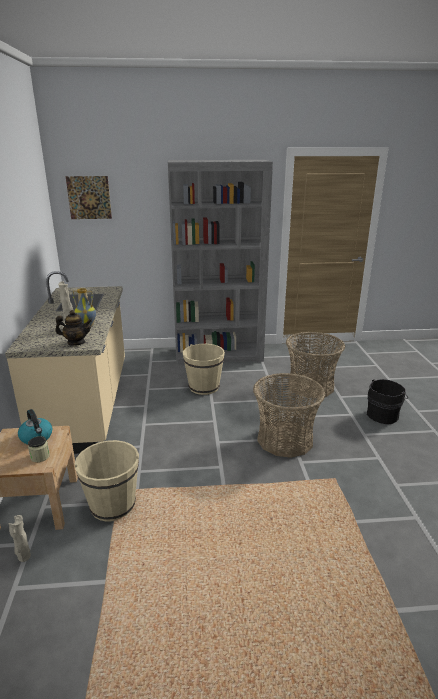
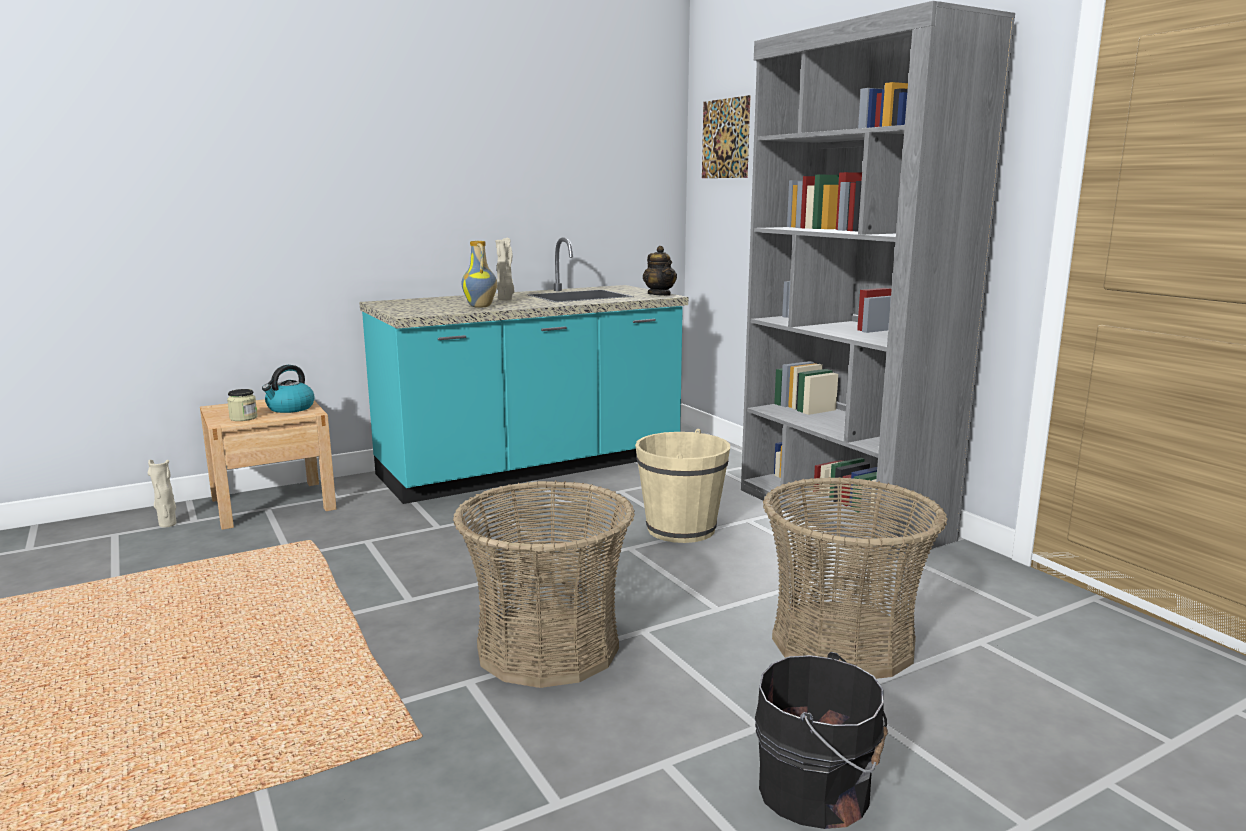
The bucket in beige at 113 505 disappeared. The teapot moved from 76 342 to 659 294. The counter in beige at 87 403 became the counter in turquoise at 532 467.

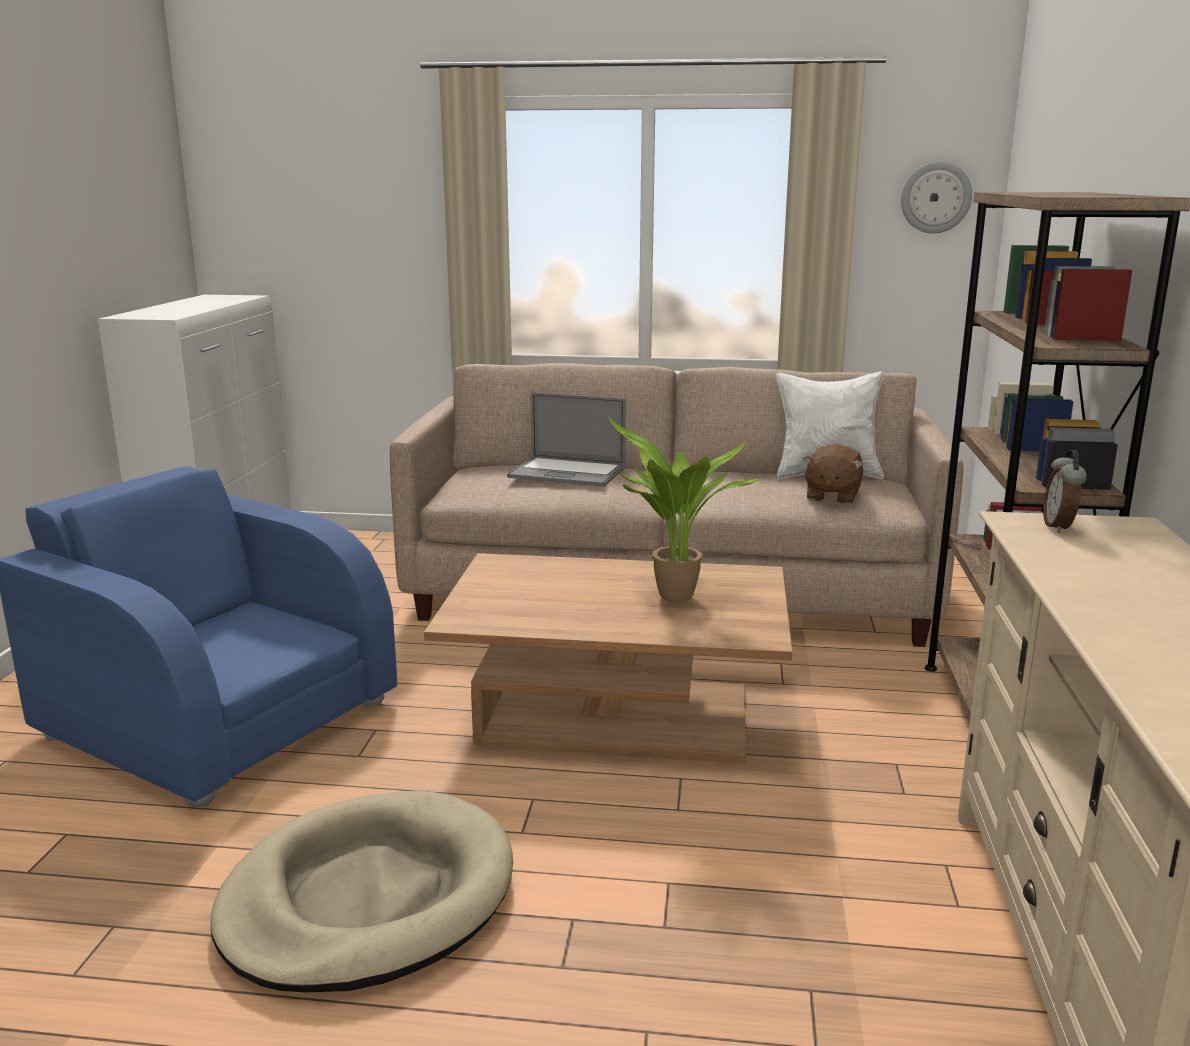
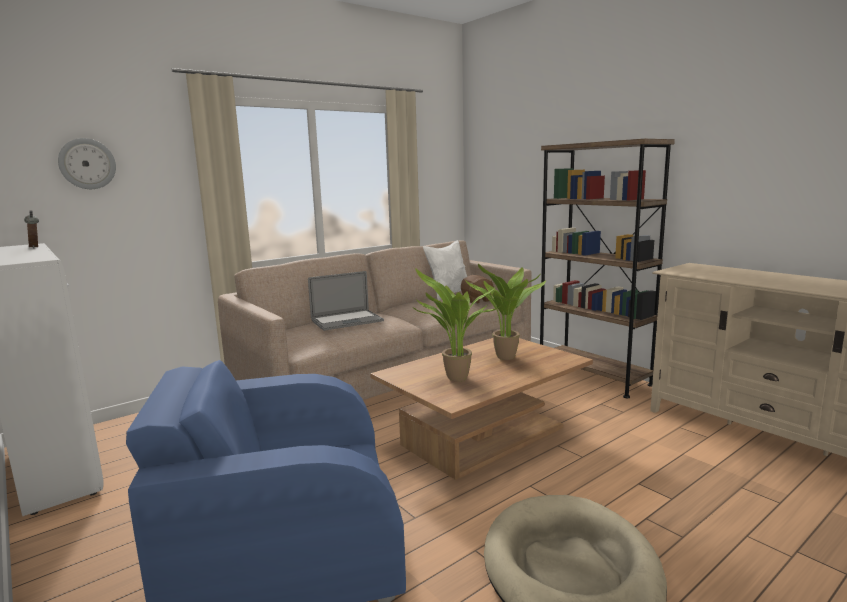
The potted plant at 454 379 appeared. The wall clock moved from 936 197 to 87 164. The alarm clock moved from 1059 527 to 36 247.

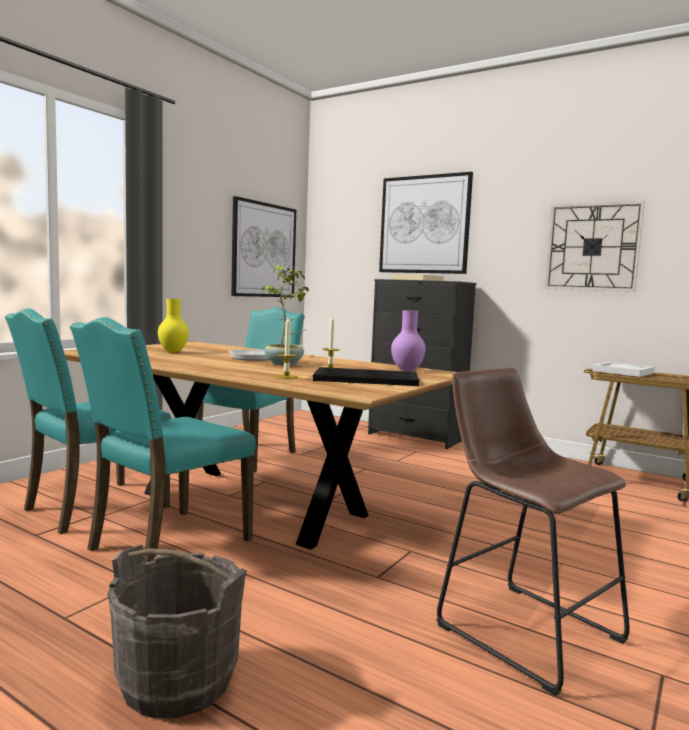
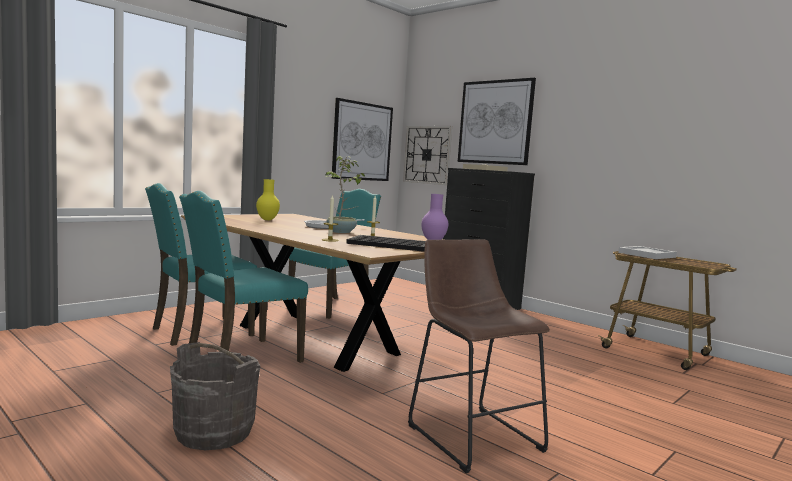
The wall clock moved from 592 247 to 427 155.

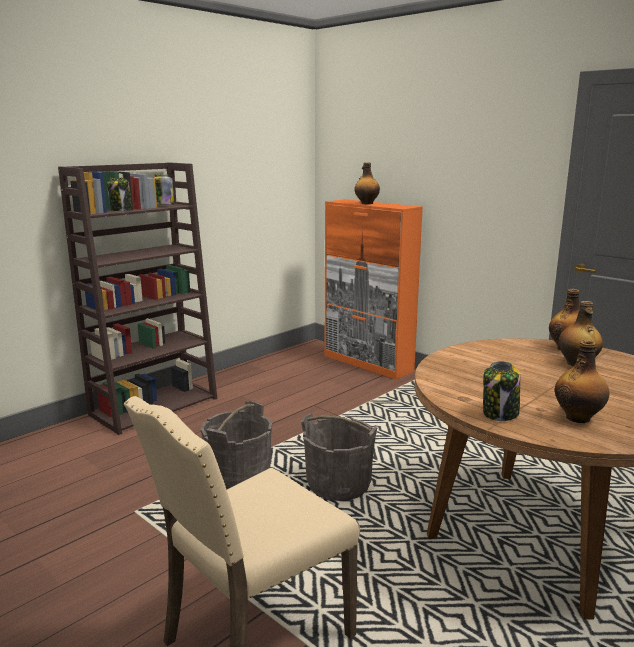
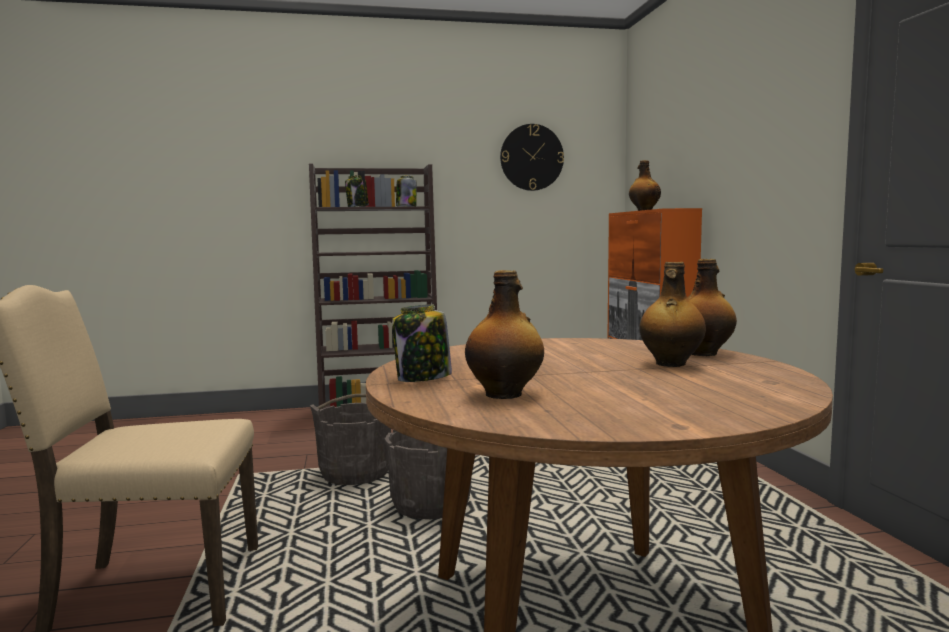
The wall clock at 531 157 appeared.

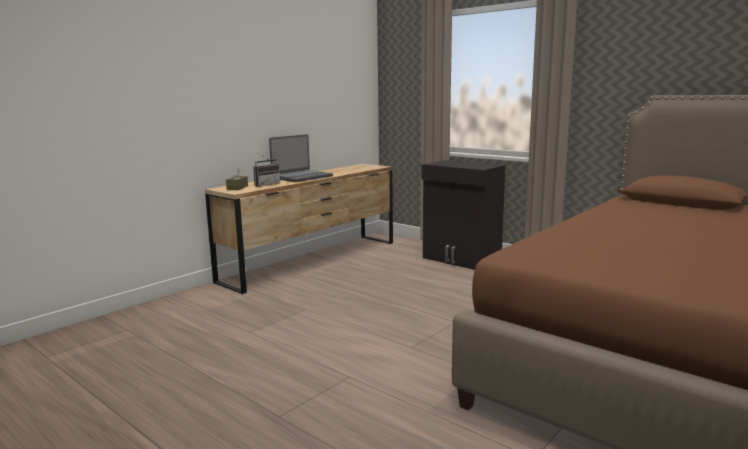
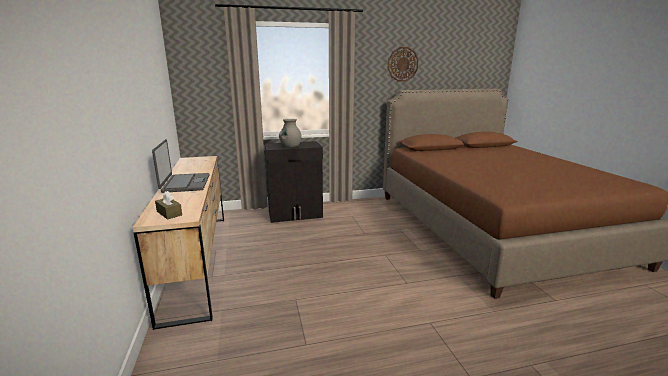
The radio at 266 185 disappeared. The vase in grey at 290 146 appeared. The wall clock at 402 64 appeared.

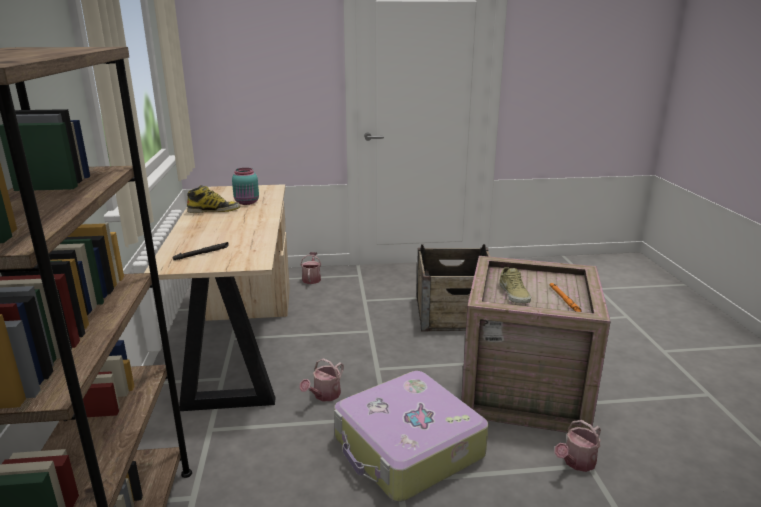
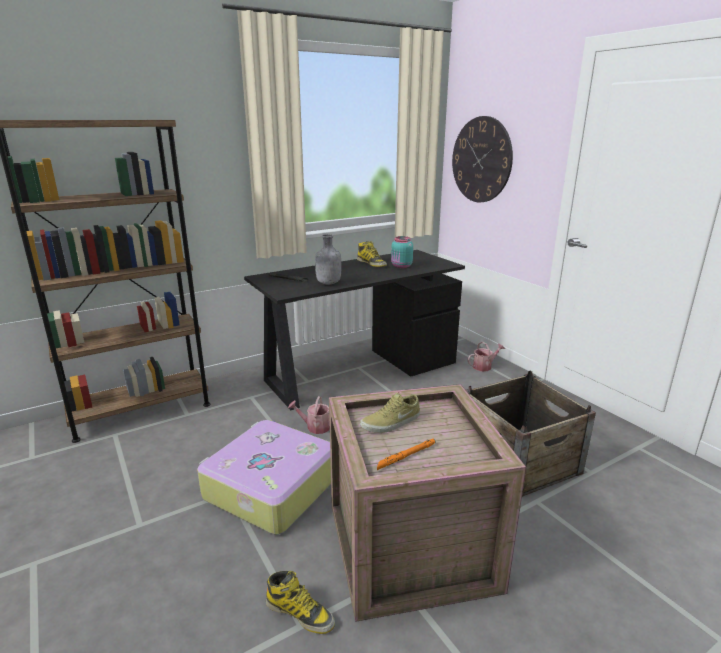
The bottle in grey at 328 283 appeared. The wall clock at 481 160 appeared. The watering can at 576 462 was replaced by the boot at 300 613. The desk in beige at 240 341 became the desk in black at 358 371.

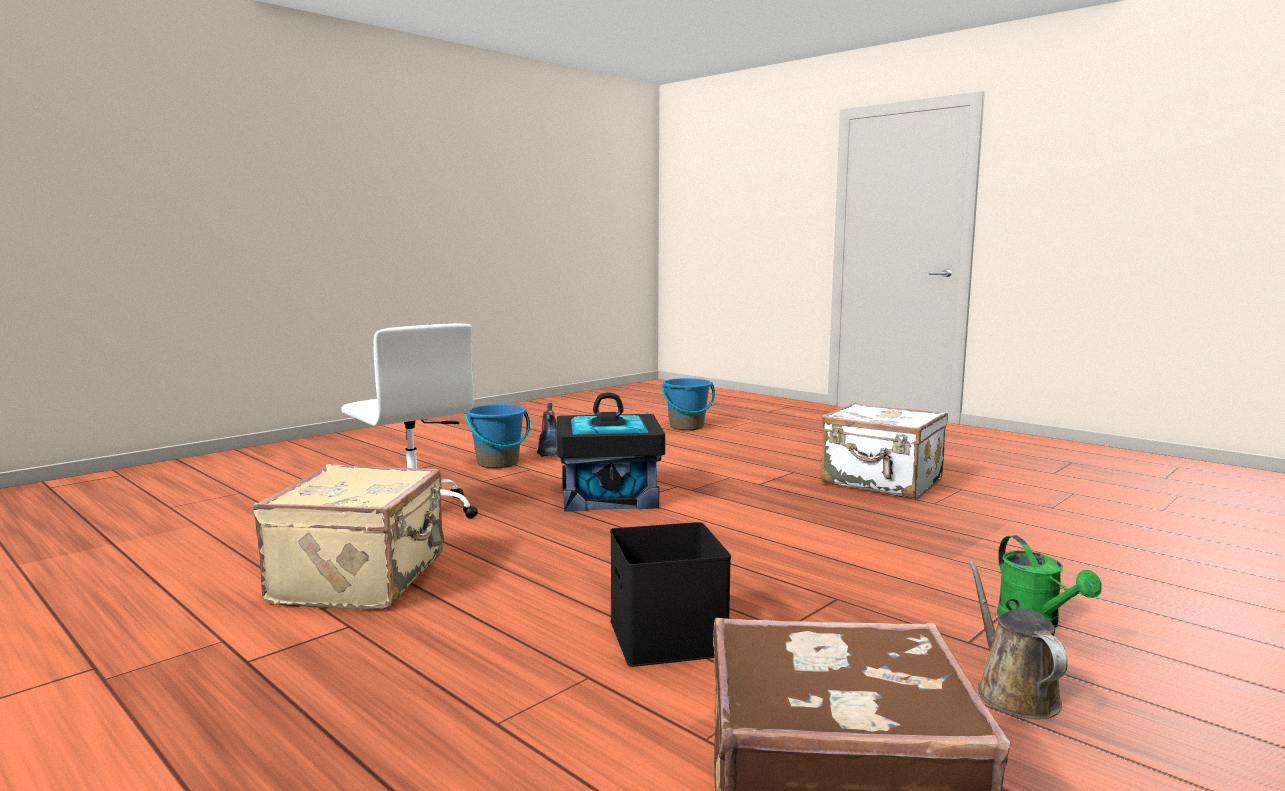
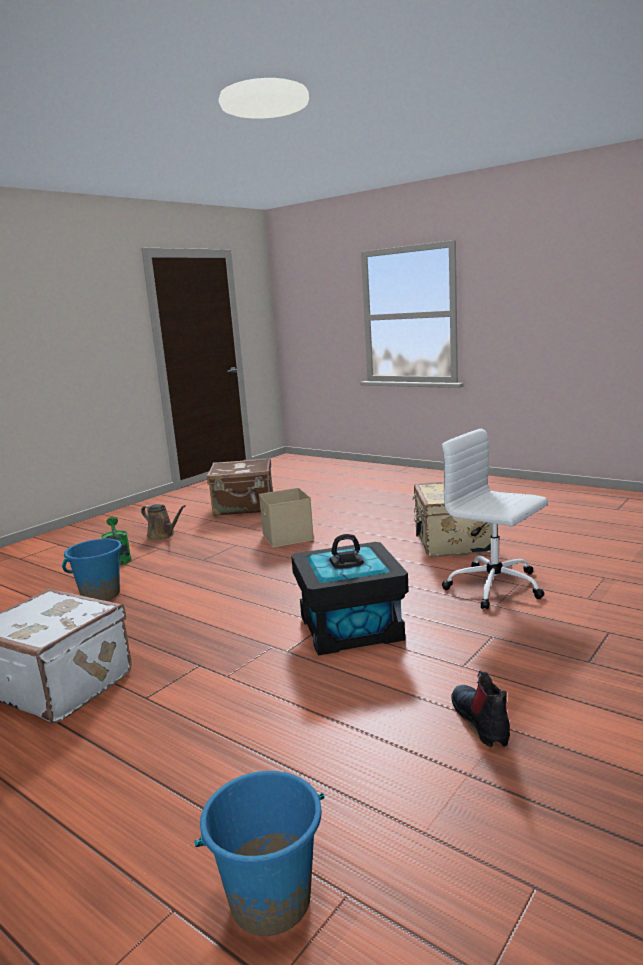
The bucket in blue moved from 498 463 to 100 595. The storage box in black at 670 638 became the storage box in beige at 286 537. The watering can in brown at 1013 692 turned 45 degrees counterclockwise.

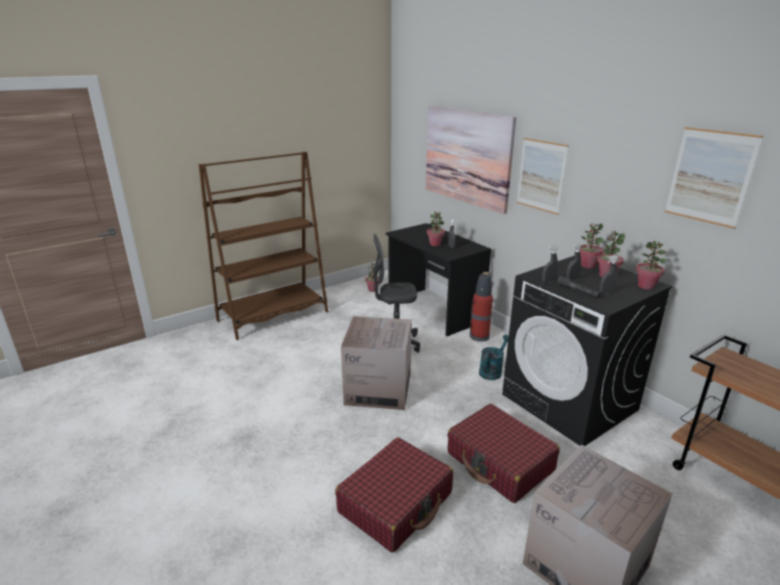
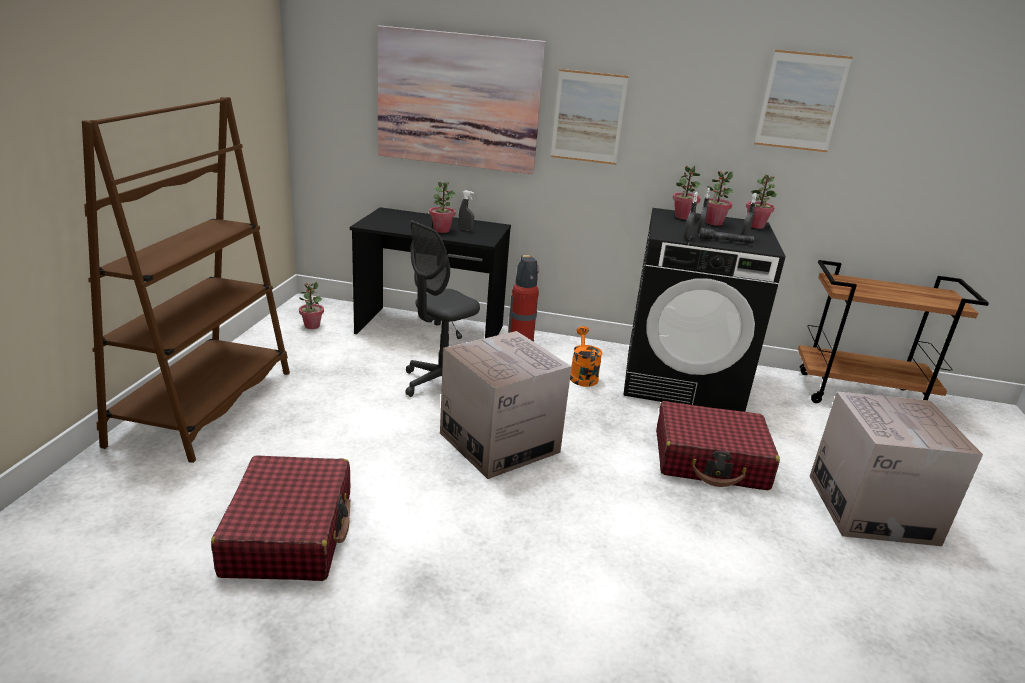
The suitcase in red moved from 396 503 to 290 533. The watering can in turquoise at 492 371 became the watering can in orange at 582 375.

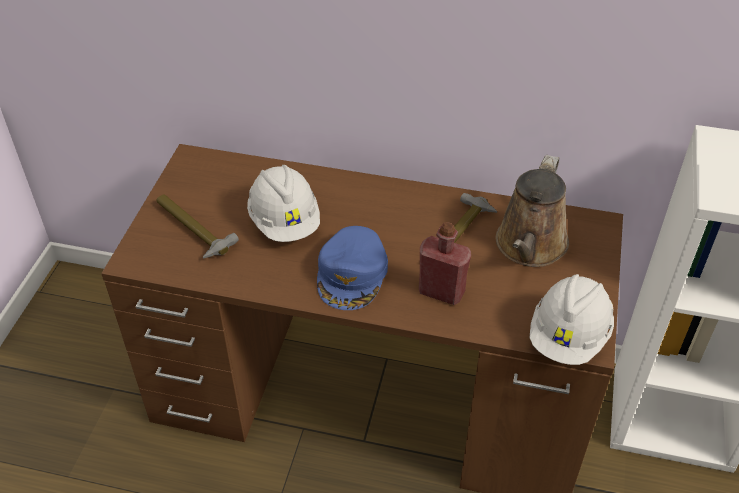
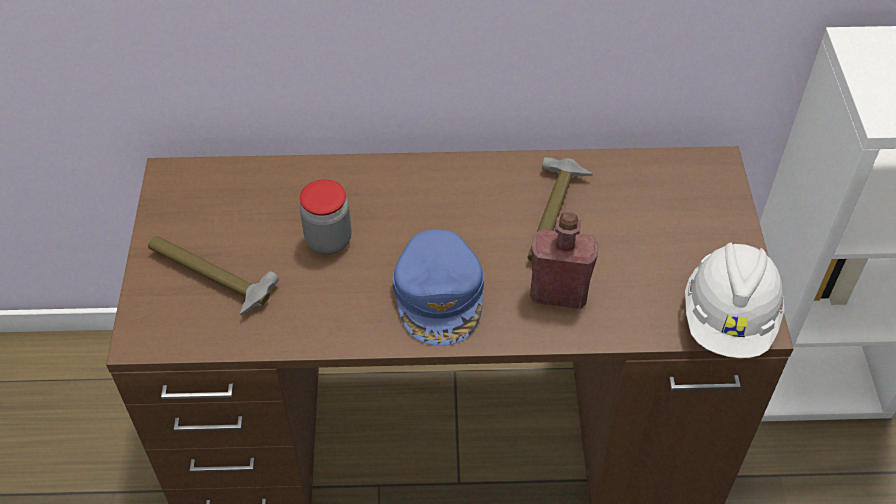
The watering can in brown at 529 247 disappeared. The hard hat in white at 285 222 was replaced by the jar at 328 240.

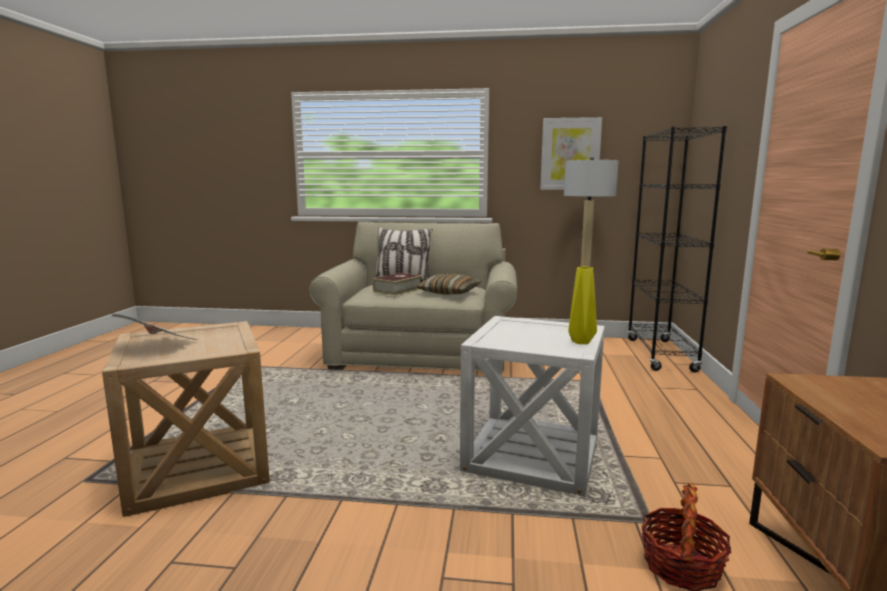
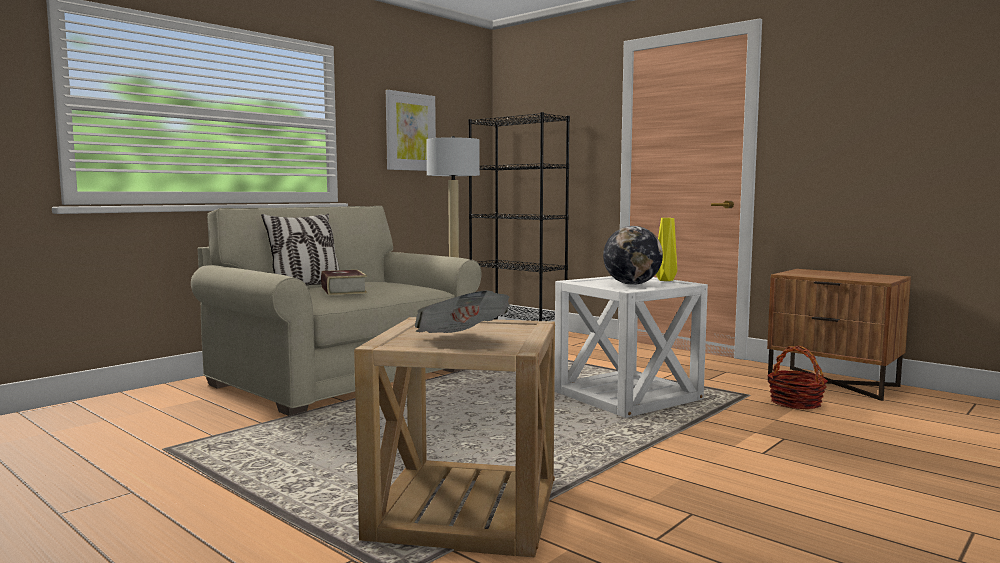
The pillow at 449 292 disappeared. The globe at 632 284 appeared.

